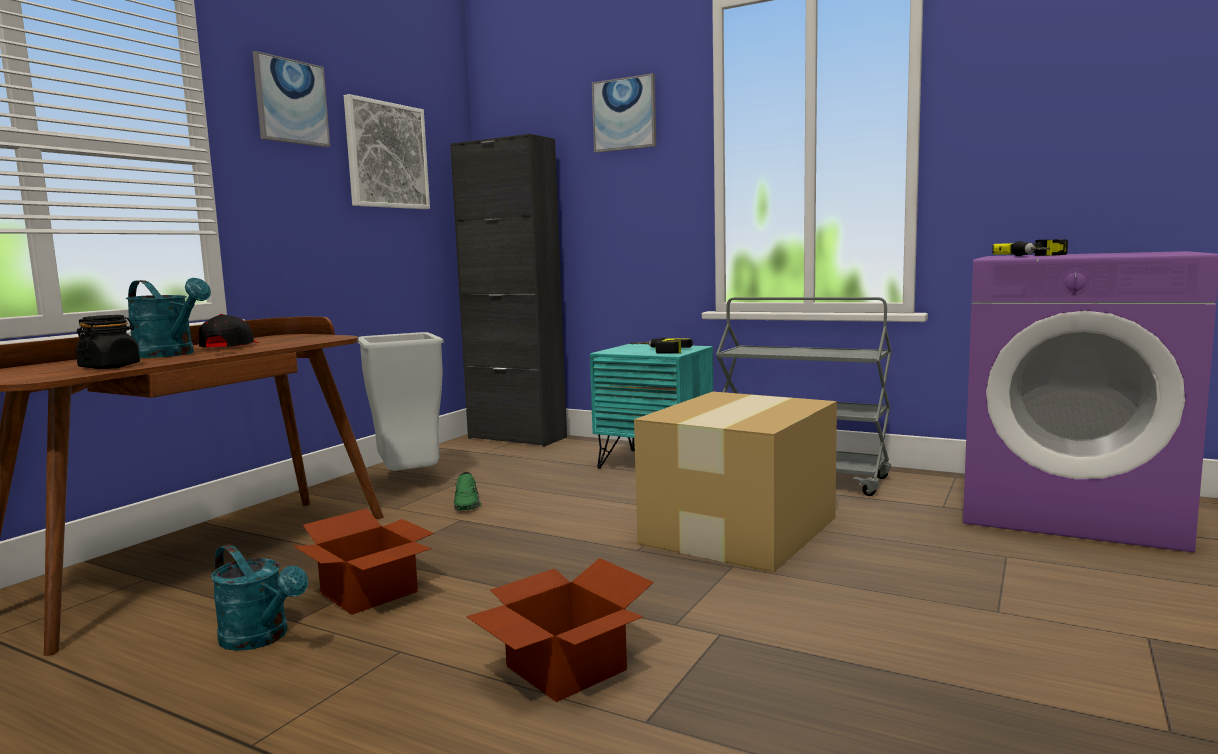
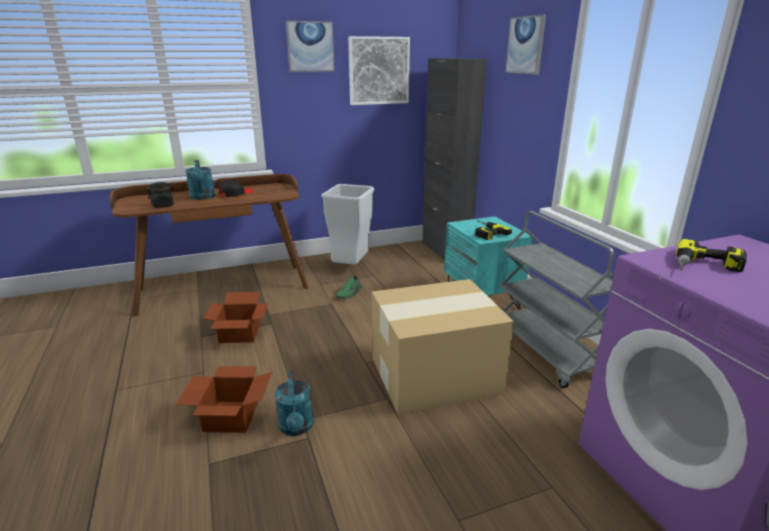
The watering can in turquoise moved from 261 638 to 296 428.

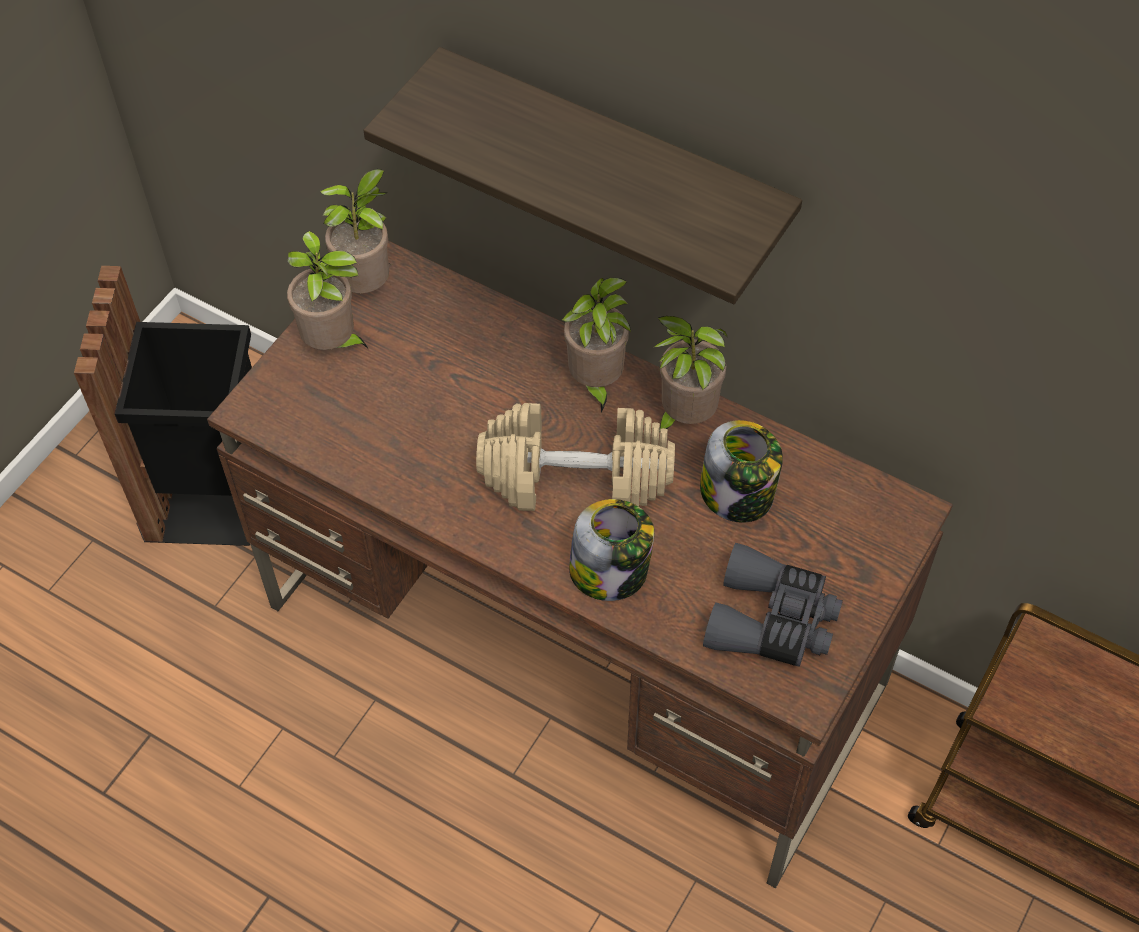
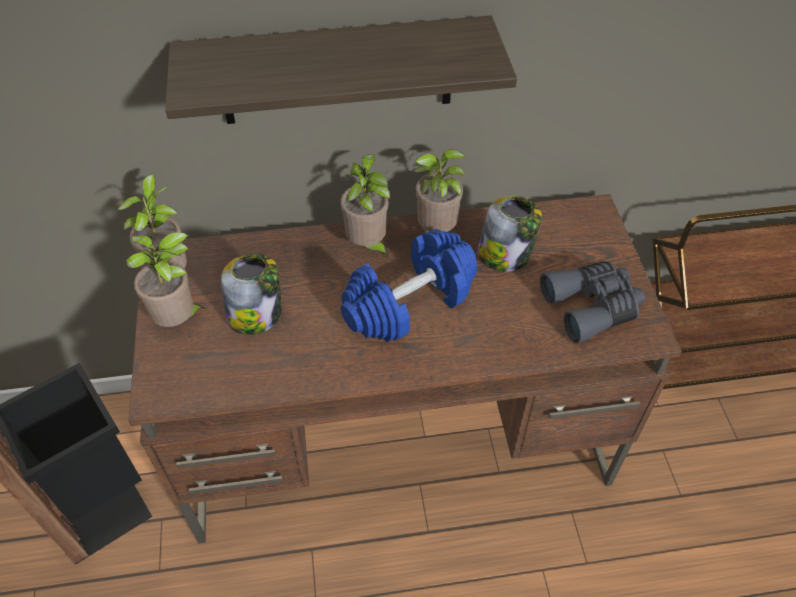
The jar moved from 610 572 to 256 314. The dumbbell in beige at 575 480 became the dumbbell in blue at 410 303.

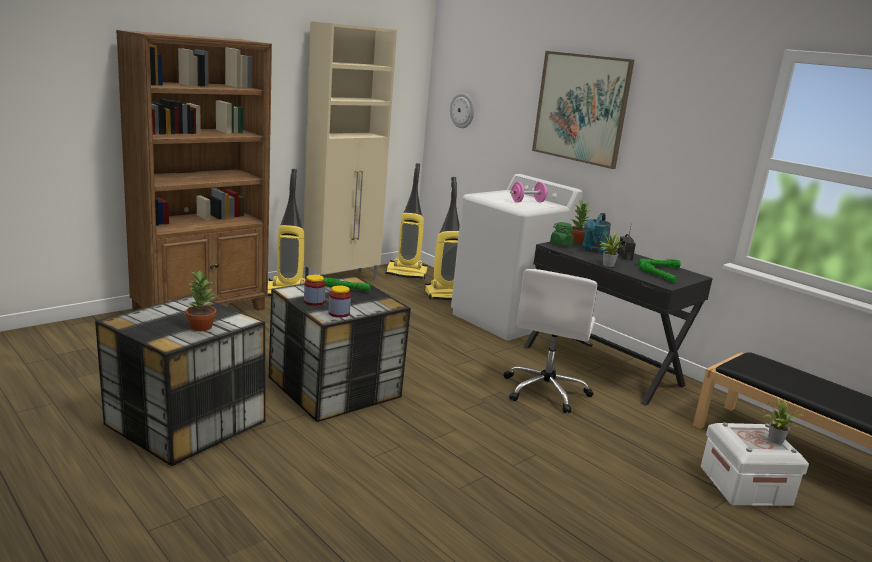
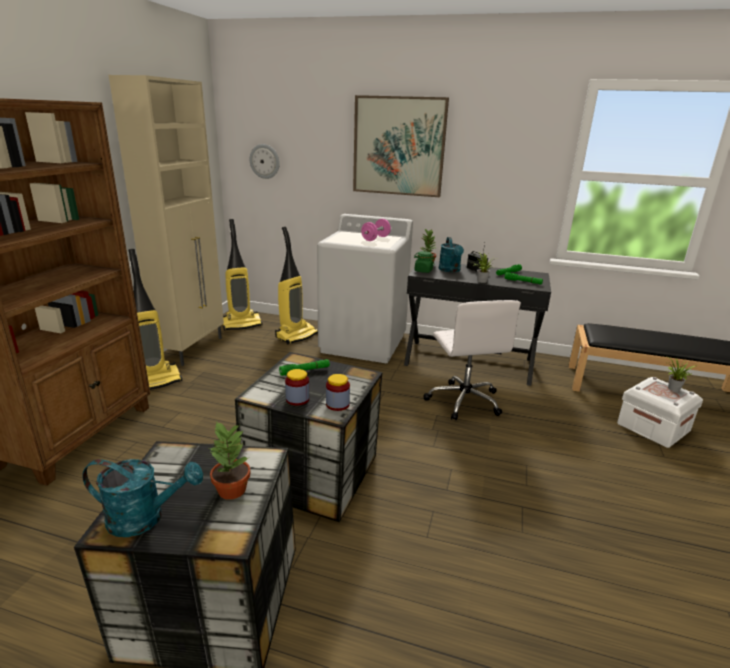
The watering can in turquoise at 145 518 appeared.

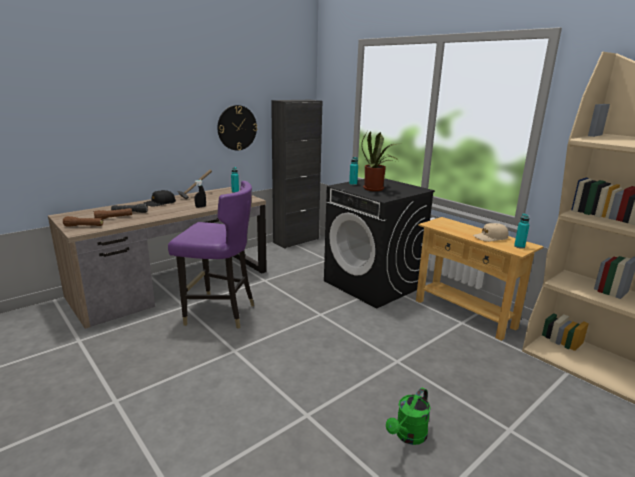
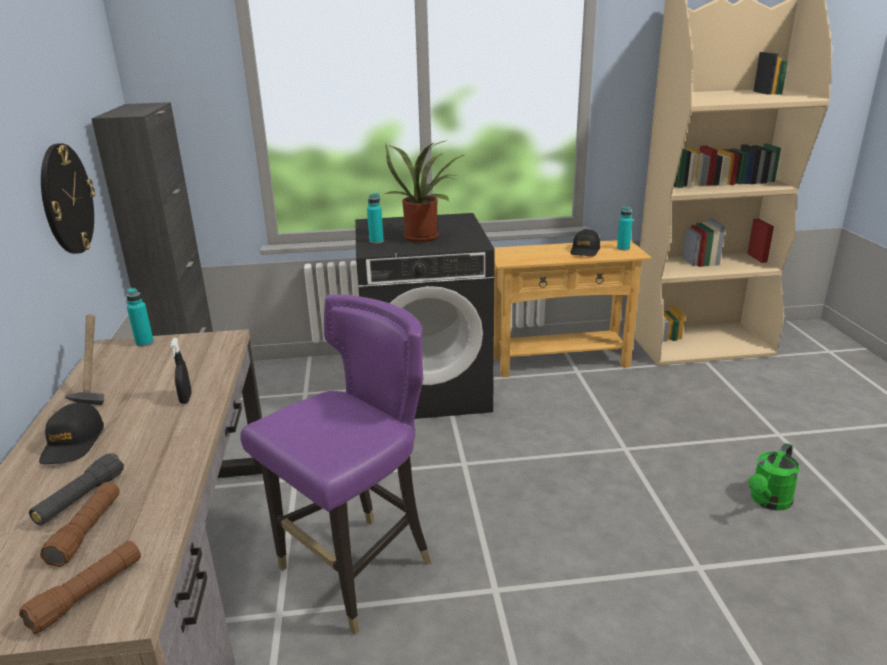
The cap in beige at 490 238 became the cap in black at 585 250. The watering can in green at 408 436 turned 60 degrees clockwise.

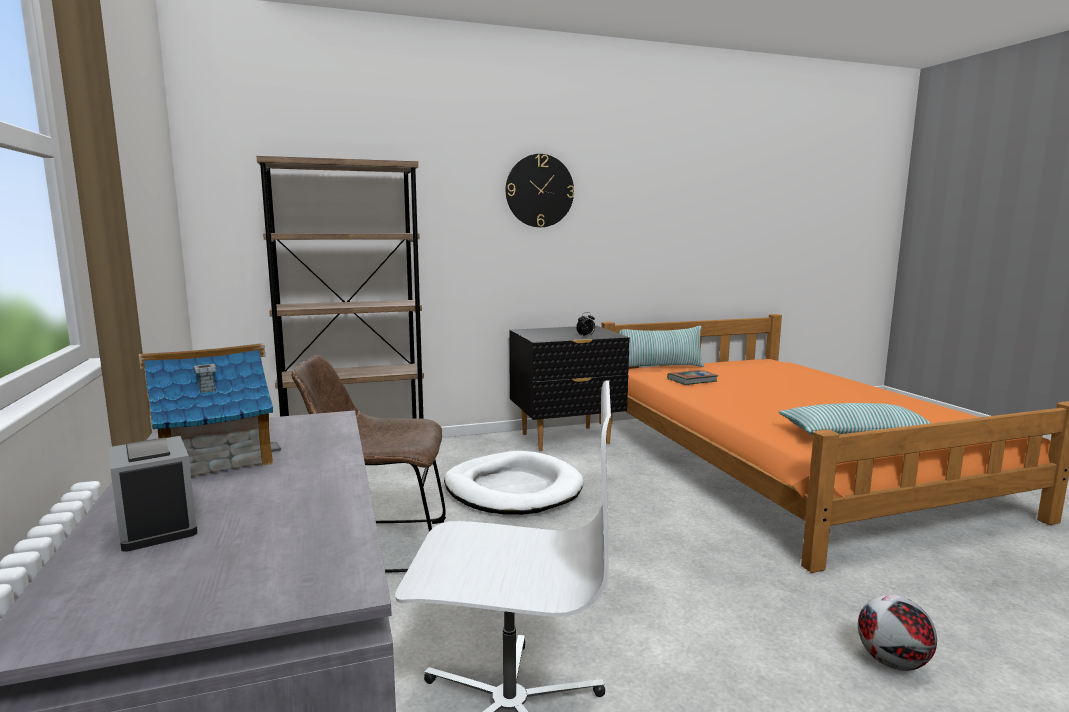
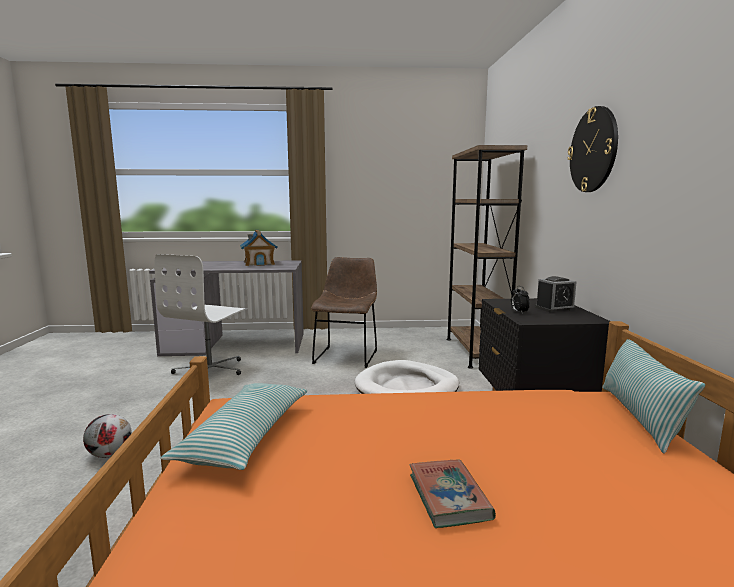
The alarm clock moved from 157 525 to 554 308. The book moved from 692 380 to 449 497.

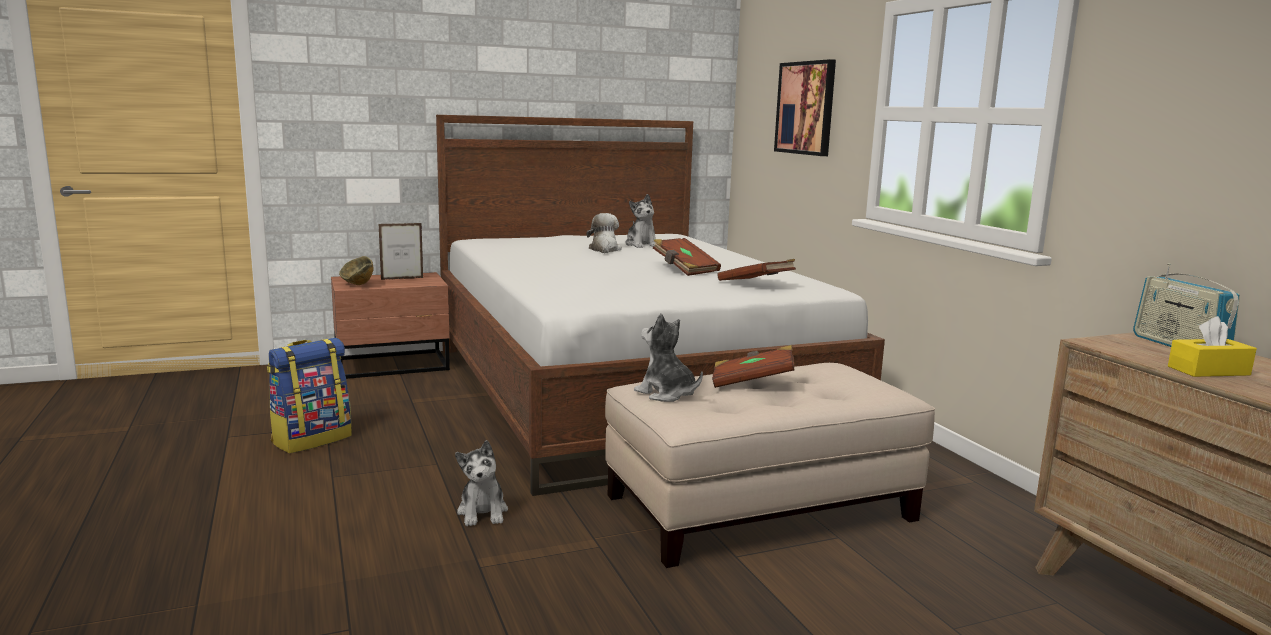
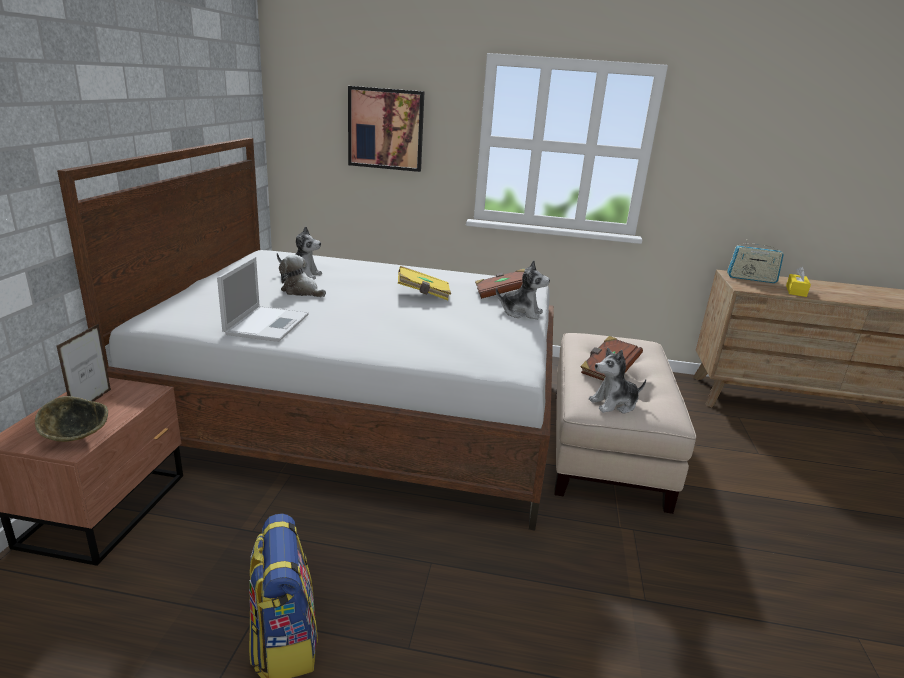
The laptop at 267 324 appeared. The plush toy moved from 483 512 to 521 312. The book in brown at 684 269 became the book in yellow at 423 294.

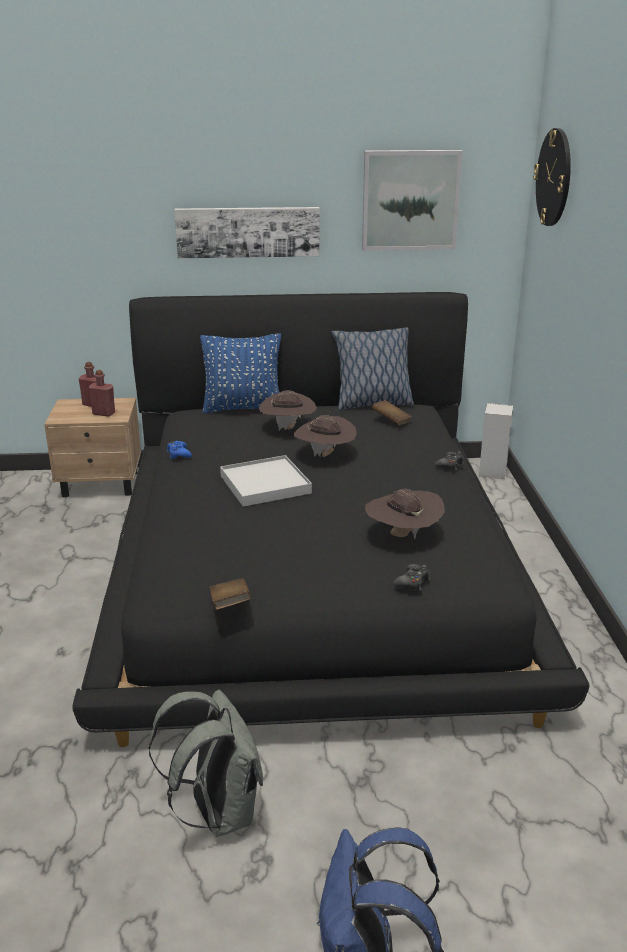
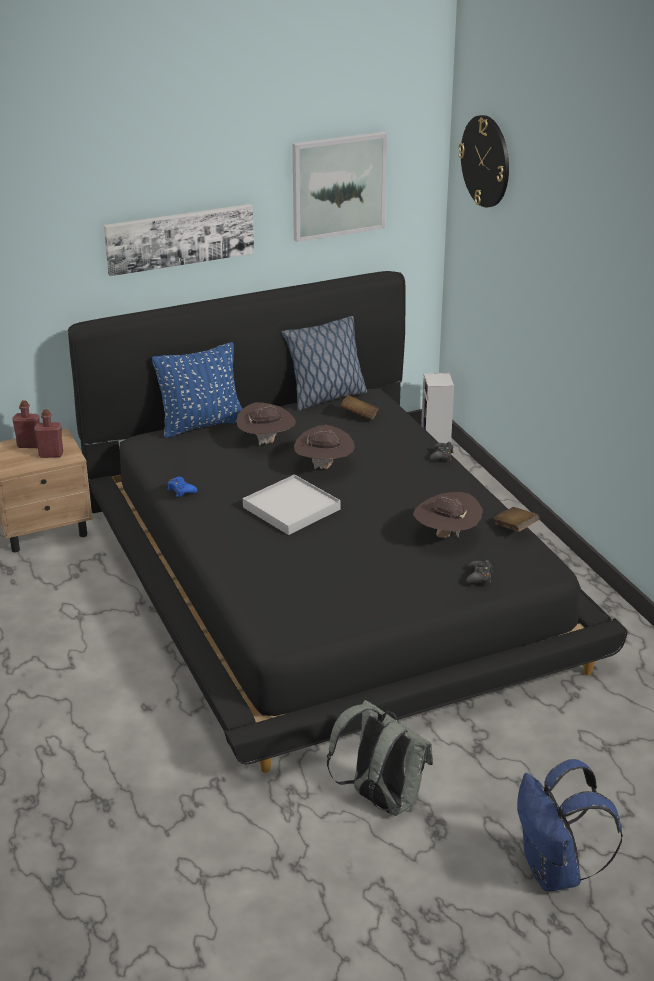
The book in brown moved from 230 605 to 515 528.

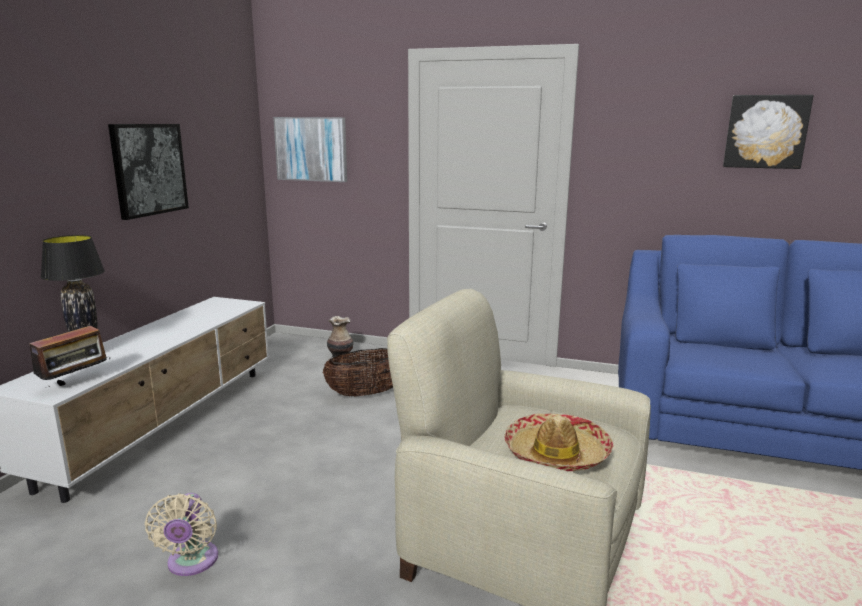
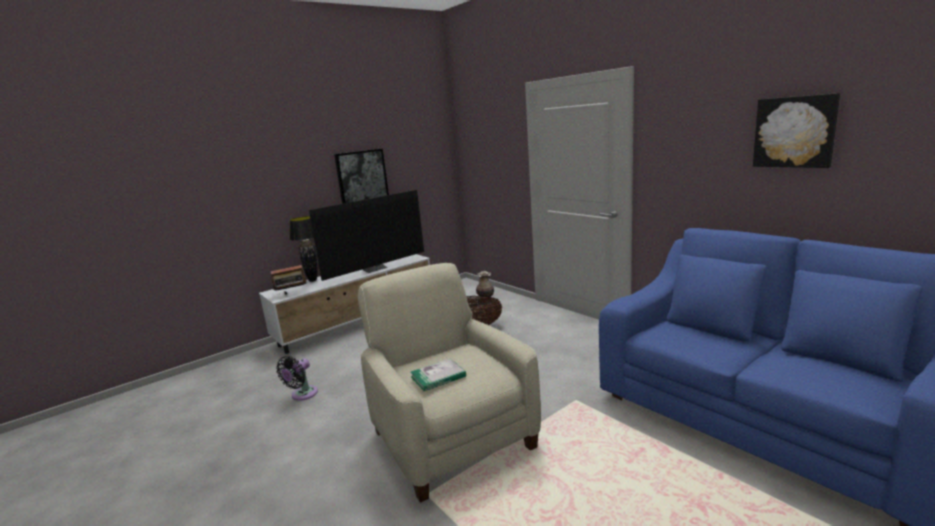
The picture at 311 149 disappeared. The television at 374 269 appeared. The hat at 556 454 was replaced by the book at 438 377. The fan in beige at 191 563 became the fan in black at 302 395.

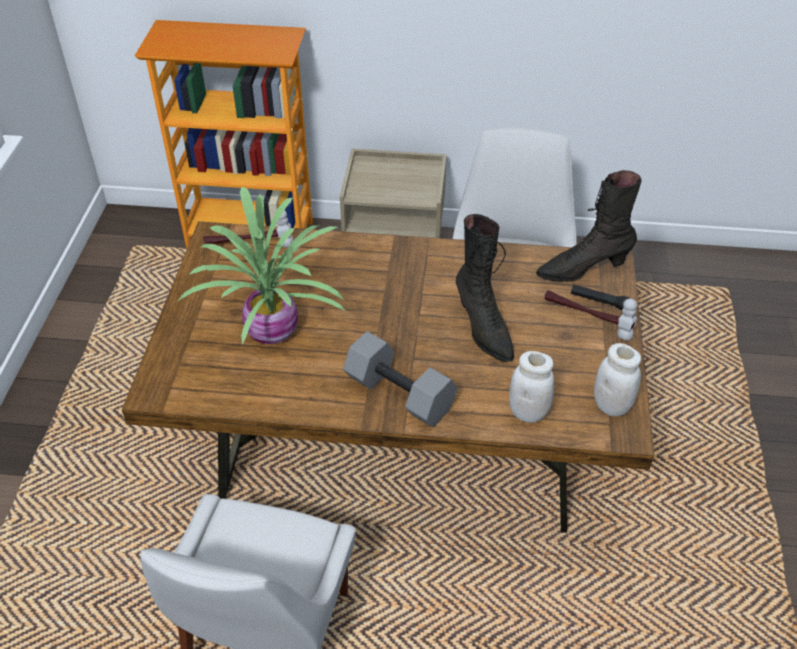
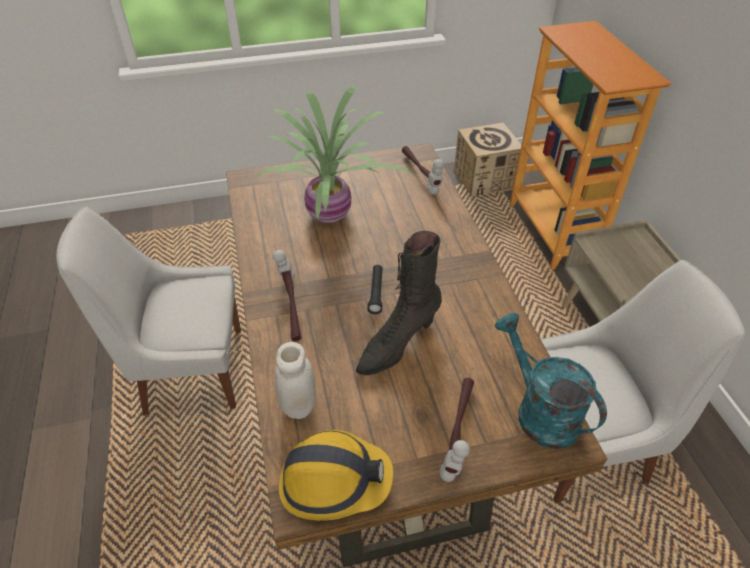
The cardboard box at 484 179 appeared. The flashlight in black moved from 599 301 to 376 293. The dumbbell in grey at 401 393 was replaced by the hammer at 290 307. The boot in black at 582 269 was replaced by the watering can in turquoise at 539 411. The jar in white at 611 406 was replaced by the hard hat at 333 480.

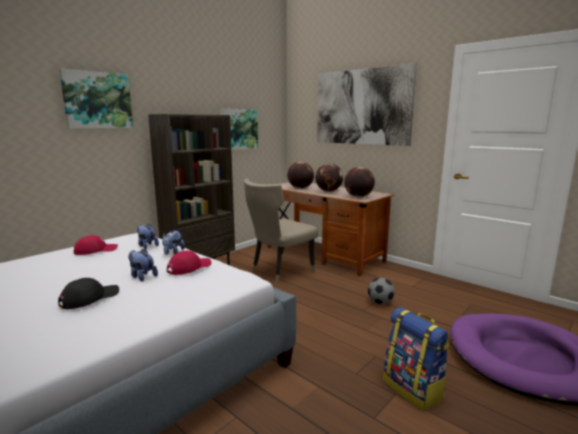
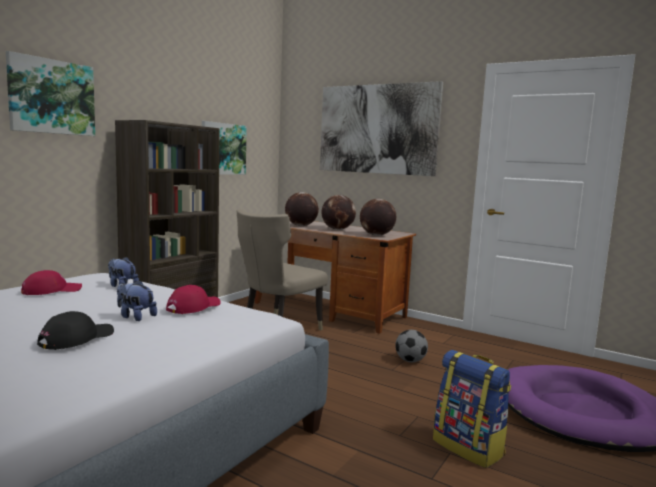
The plush toy at 173 253 disappeared.

